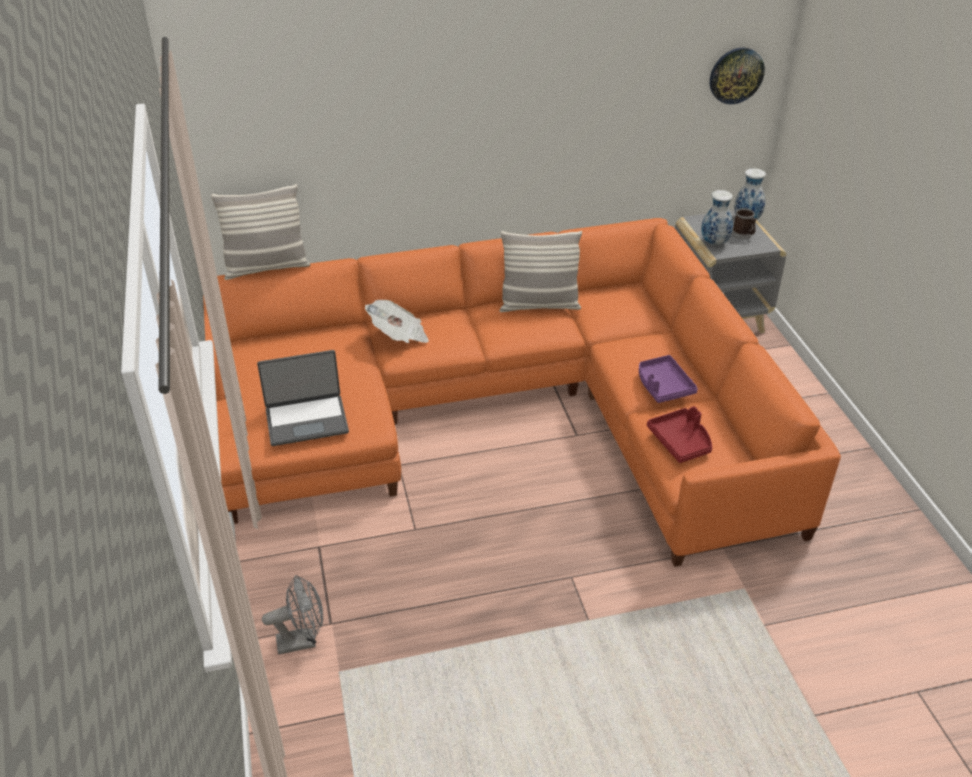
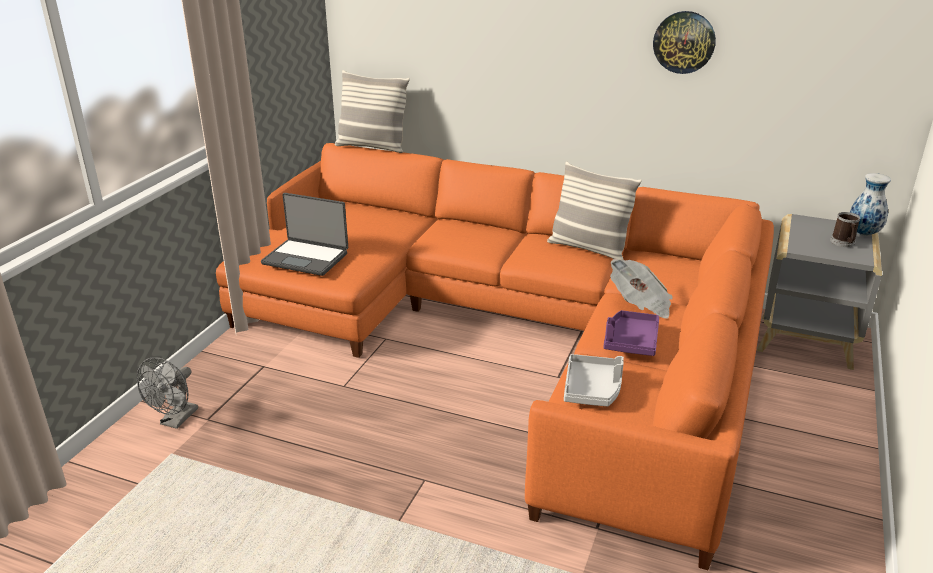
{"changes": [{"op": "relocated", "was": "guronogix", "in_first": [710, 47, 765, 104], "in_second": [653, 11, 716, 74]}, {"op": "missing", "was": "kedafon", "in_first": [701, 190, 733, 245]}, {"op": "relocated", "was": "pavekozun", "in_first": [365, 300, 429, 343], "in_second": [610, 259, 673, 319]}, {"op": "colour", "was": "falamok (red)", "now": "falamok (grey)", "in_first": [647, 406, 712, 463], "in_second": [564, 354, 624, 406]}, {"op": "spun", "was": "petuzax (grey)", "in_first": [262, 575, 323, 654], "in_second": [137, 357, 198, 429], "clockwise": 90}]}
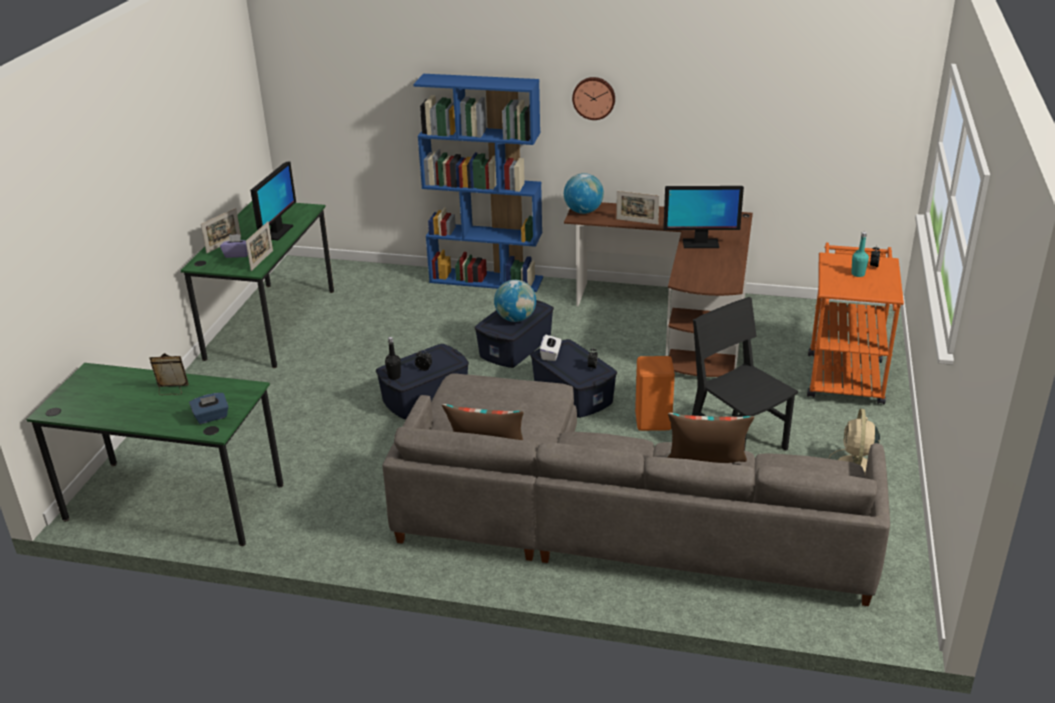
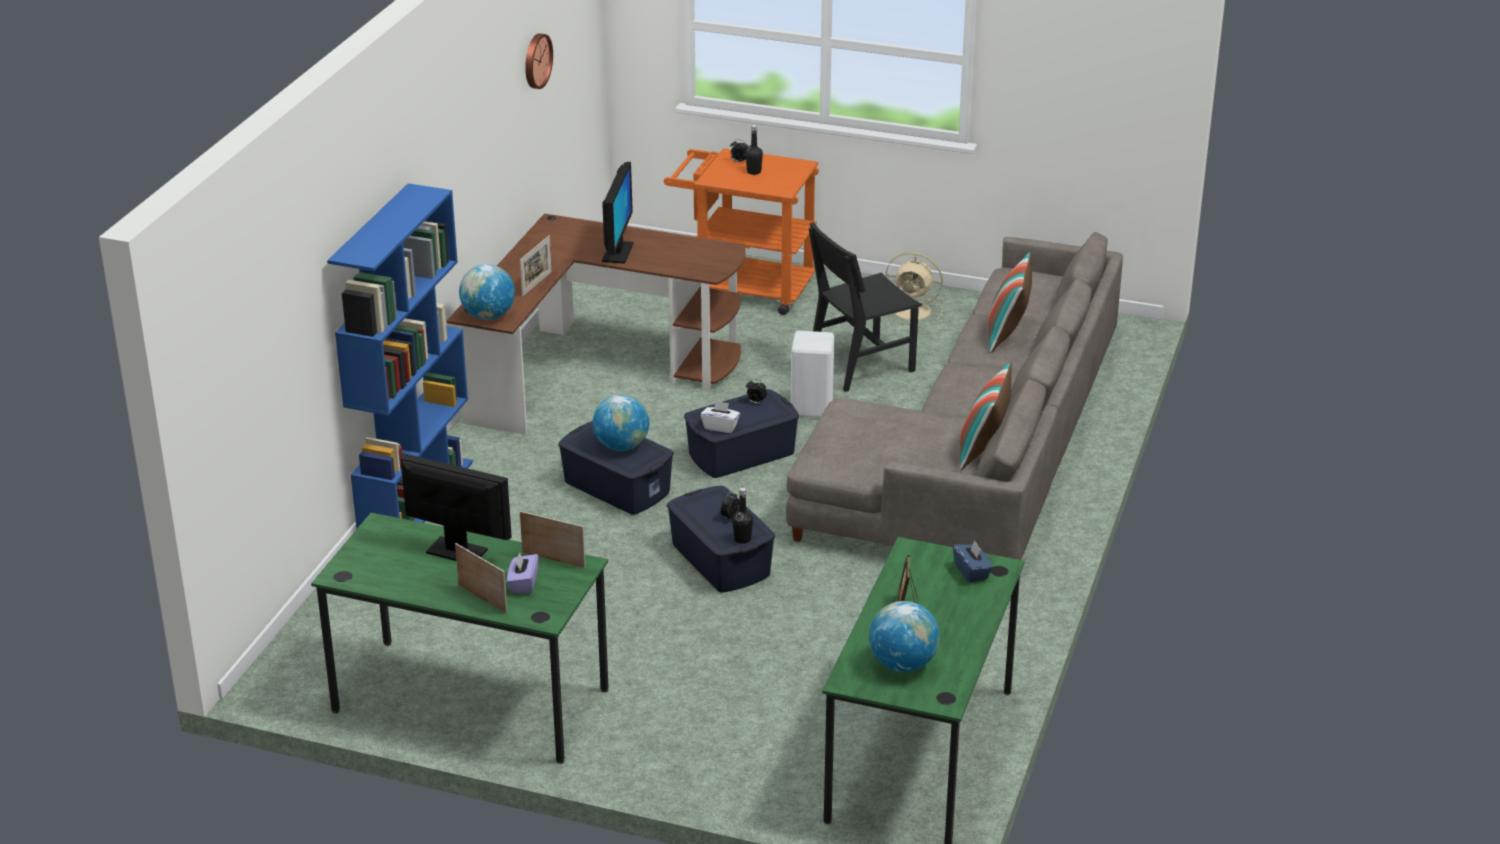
{"changes": [{"op": "relocated", "was": "guronogix", "in_first": [572, 77, 615, 120], "in_second": [525, 33, 553, 89]}, {"op": "colour", "was": "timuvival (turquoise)", "now": "timuvival (black)", "in_first": [851, 232, 869, 277], "in_second": [745, 125, 763, 175]}, {"op": "colour", "was": "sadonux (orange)", "now": "sadonux (white)", "in_first": [635, 356, 675, 431], "in_second": [791, 331, 834, 418]}, {"op": "appeared", "now": "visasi", "in_second": [869, 601, 940, 672]}]}
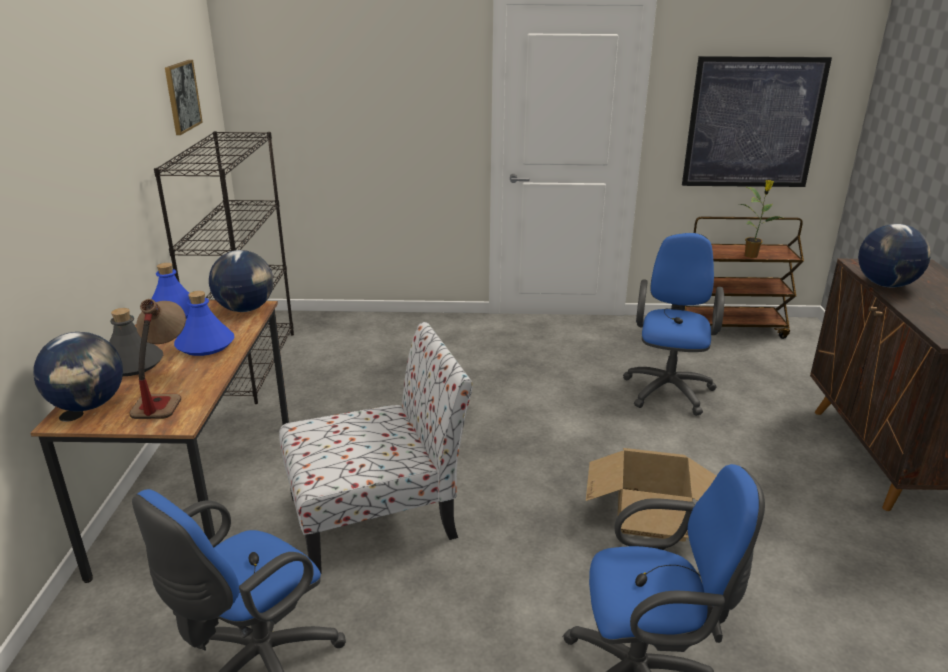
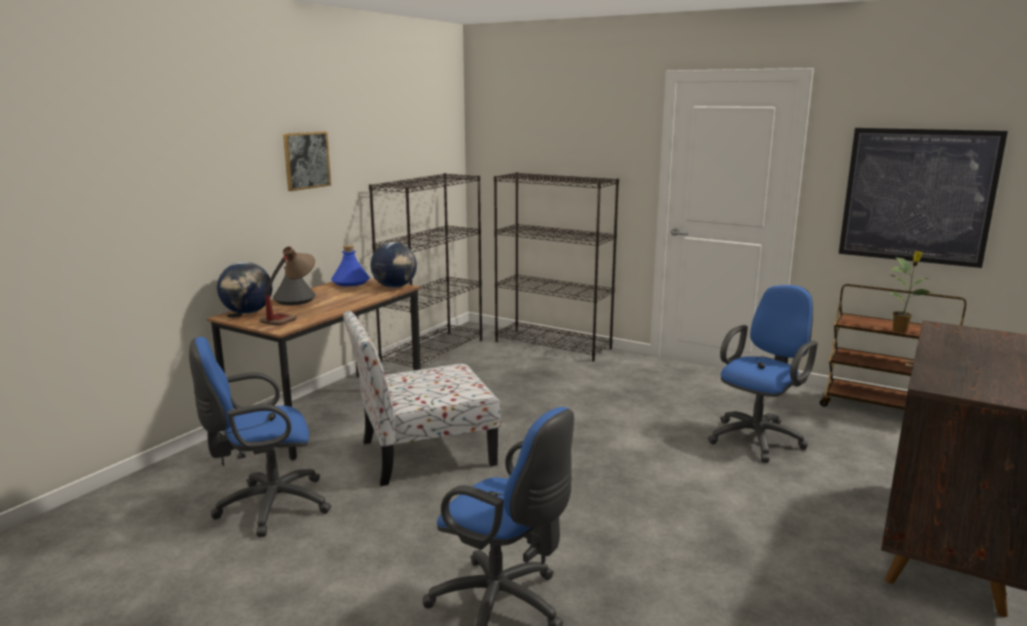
{"changes": [{"op": "relocated", "was": "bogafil", "in_first": [165, 60, 203, 135], "in_second": [283, 131, 331, 191]}, {"op": "missing", "was": "visasi", "in_first": [858, 224, 931, 288]}, {"op": "missing", "was": "timuvival (blue)", "in_first": [174, 291, 234, 356]}, {"op": "spun", "was": "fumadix", "in_first": [279, 322, 473, 574], "in_second": [343, 311, 501, 486], "clockwise": 150}, {"op": "missing", "was": "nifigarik", "in_first": [586, 448, 716, 542]}, {"op": "appeared", "now": "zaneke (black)", "in_second": [494, 172, 619, 362]}]}
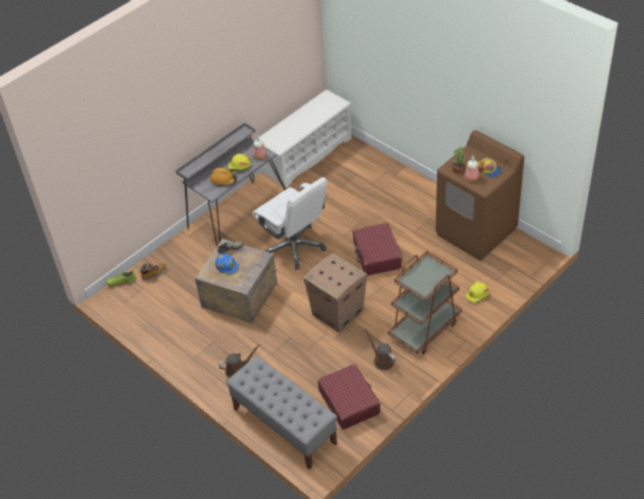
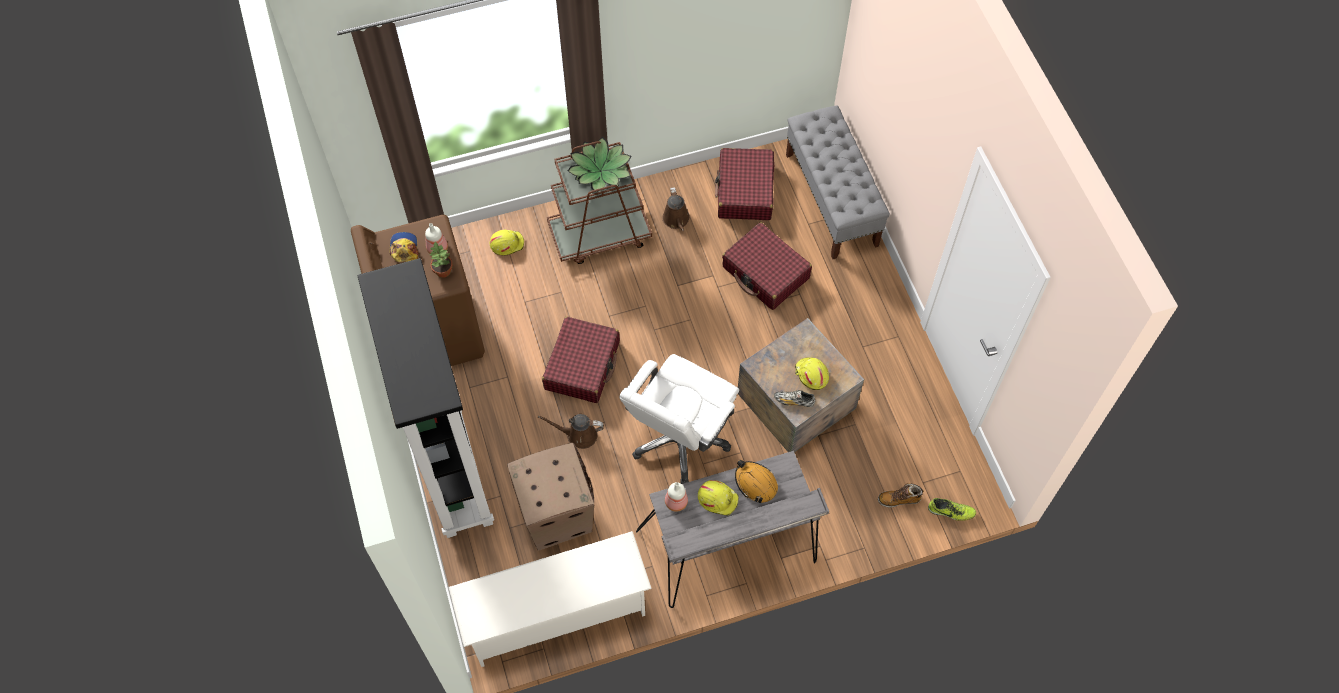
{"changes": [{"op": "spun", "was": "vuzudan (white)", "in_first": [253, 177, 327, 270], "in_second": [619, 354, 739, 484], "clockwise": -135}, {"op": "relocated", "was": "nifigarik", "in_first": [303, 253, 367, 333], "in_second": [507, 443, 594, 551]}, {"op": "colour", "was": "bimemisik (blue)", "now": "bimemisik (yellow)", "in_first": [215, 254, 240, 275], "in_second": [795, 357, 829, 390]}, {"op": "relocated", "was": "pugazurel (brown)", "in_first": [219, 344, 260, 378], "in_second": [538, 414, 604, 449]}, {"op": "appeared", "now": "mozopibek", "in_second": [567, 137, 631, 192]}, {"op": "appeared", "now": "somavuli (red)", "in_second": [722, 222, 812, 310]}, {"op": "appeared", "now": "zaneke (black)", "in_second": [357, 258, 494, 538]}]}
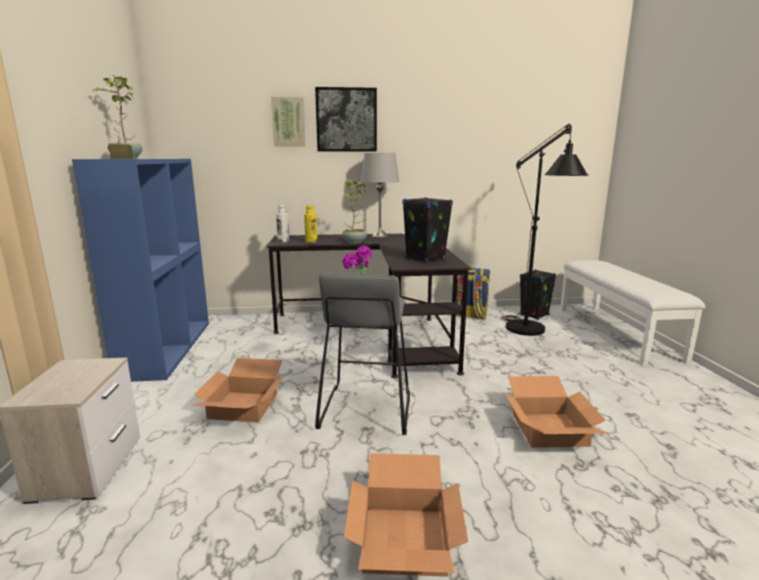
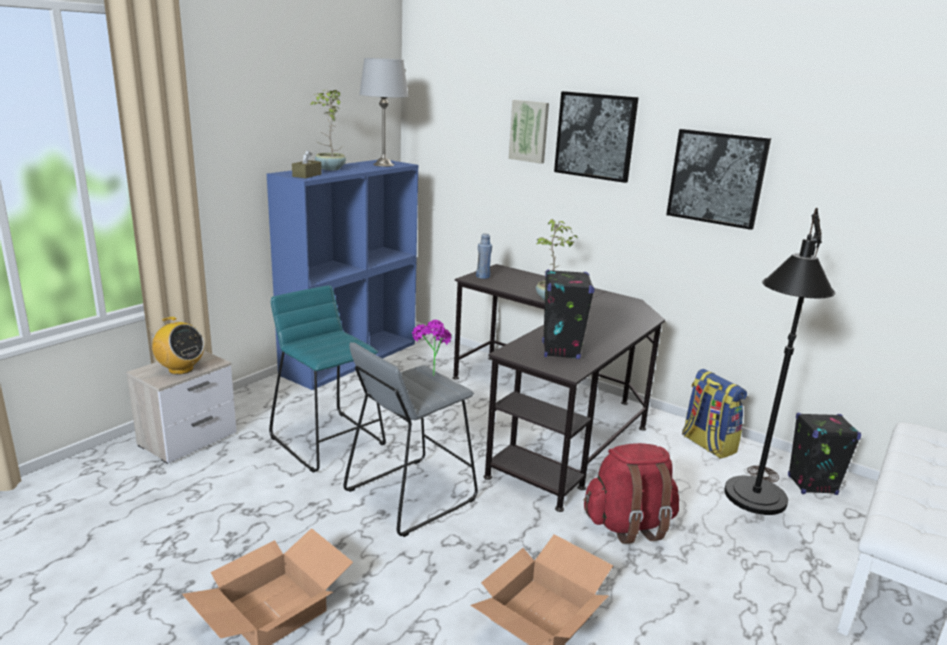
{"changes": [{"op": "relocated", "was": "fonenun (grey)", "in_first": [360, 153, 400, 238], "in_second": [359, 58, 408, 167]}, {"op": "colour", "was": "timuvival (white)", "now": "timuvival (blue)", "in_first": [276, 204, 290, 242], "in_second": [476, 233, 492, 279]}, {"op": "missing", "was": "timuvival (yellow)", "in_first": [304, 205, 317, 243]}, {"op": "exchanged", "was": "nifigarik", "now": "sadonux (turquoise)", "in_first": [193, 358, 285, 422], "in_second": [269, 285, 386, 473]}, {"op": "appeared", "now": "bogafil", "in_second": [666, 129, 771, 230]}, {"op": "appeared", "now": "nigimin", "in_second": [148, 317, 204, 375]}, {"op": "appeared", "now": "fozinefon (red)", "in_second": [584, 443, 679, 544]}]}
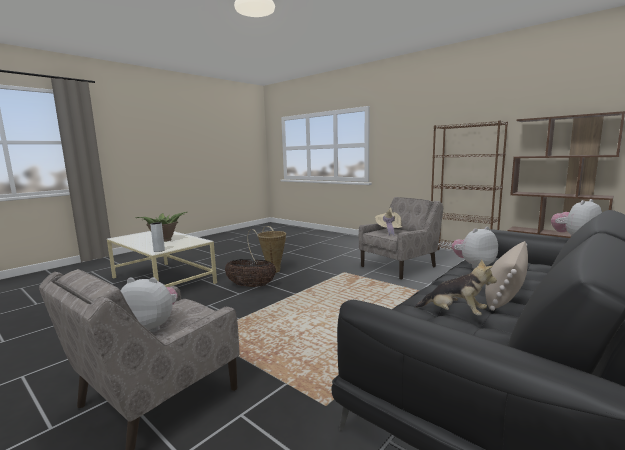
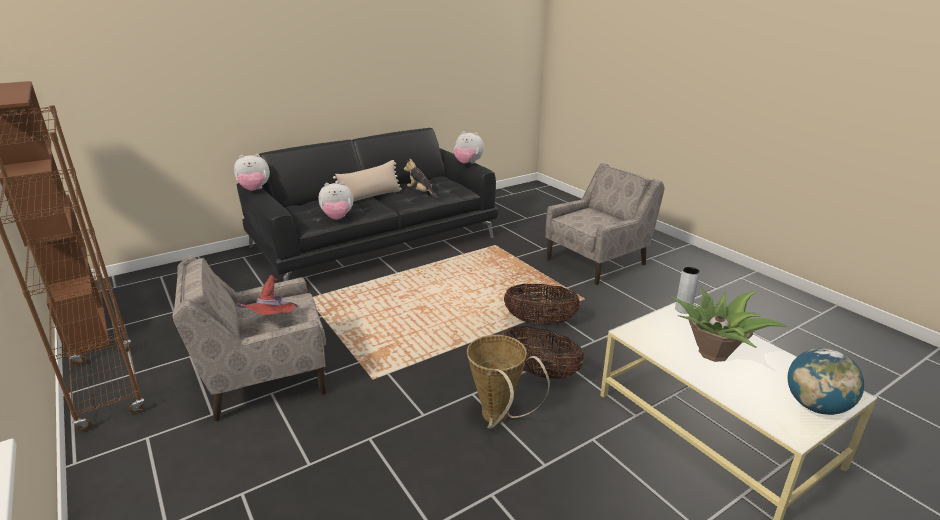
{"changes": [{"op": "colour", "was": "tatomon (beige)", "now": "tatomon (red)", "in_first": [375, 208, 402, 236], "in_second": [235, 275, 298, 315]}, {"op": "relocated", "was": "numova", "in_first": [121, 278, 177, 332], "in_second": [454, 131, 484, 164]}, {"op": "appeared", "now": "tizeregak", "in_second": [504, 284, 580, 325]}, {"op": "appeared", "now": "visasi", "in_second": [788, 348, 864, 415]}]}
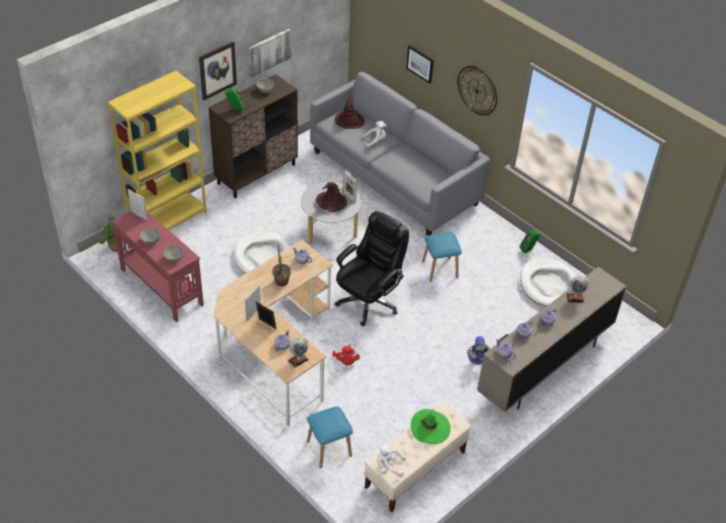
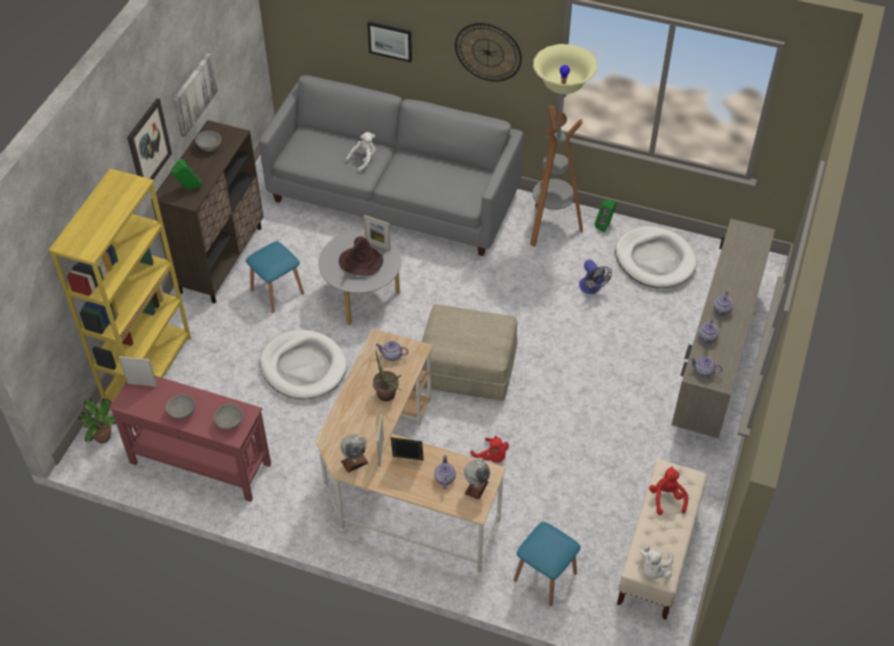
{"changes": [{"op": "missing", "was": "tatomon (brown)", "in_first": [335, 94, 365, 129]}, {"op": "exchanged", "was": "vuzudan (black)", "now": "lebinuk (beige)", "in_first": [335, 211, 409, 327], "in_second": [422, 304, 518, 401]}, {"op": "relocated", "was": "sadonux (blue)", "in_first": [422, 233, 462, 282], "in_second": [246, 241, 304, 312]}, {"op": "relocated", "was": "visasi", "in_first": [566, 276, 589, 302], "in_second": [340, 434, 368, 473]}, {"op": "relocated", "was": "petuzax", "in_first": [467, 336, 491, 365], "in_second": [579, 259, 612, 294]}, {"op": "exchanged", "was": "tatomon (green)", "now": "numova (red)", "in_first": [411, 409, 451, 444], "in_second": [649, 466, 688, 515]}, {"op": "spun", "was": "numova (white)", "in_first": [377, 444, 406, 477], "in_second": [640, 545, 673, 579], "clockwise": -45}, {"op": "appeared", "now": "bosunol", "in_second": [530, 44, 597, 247]}]}
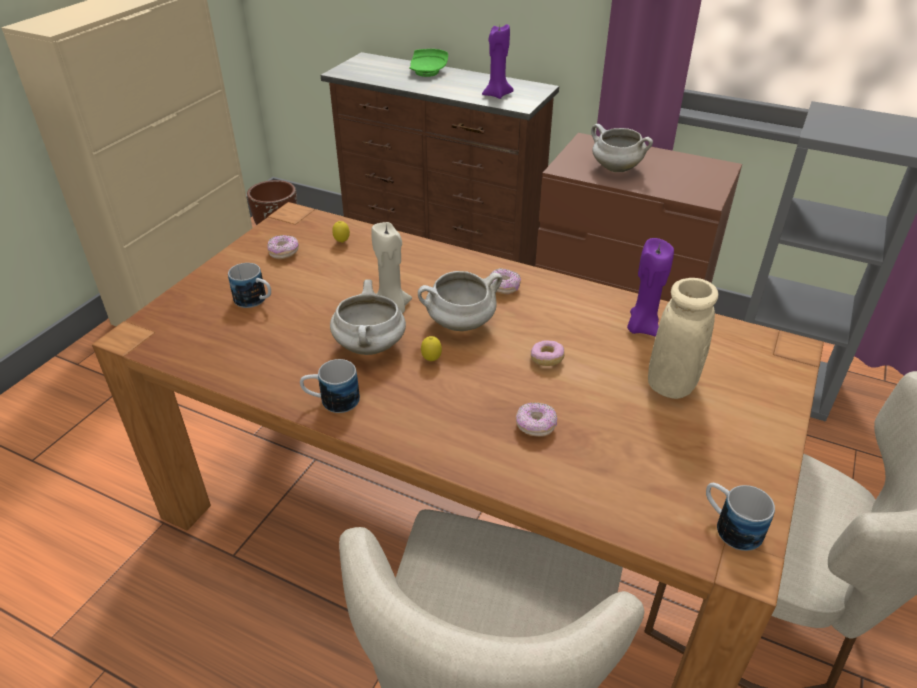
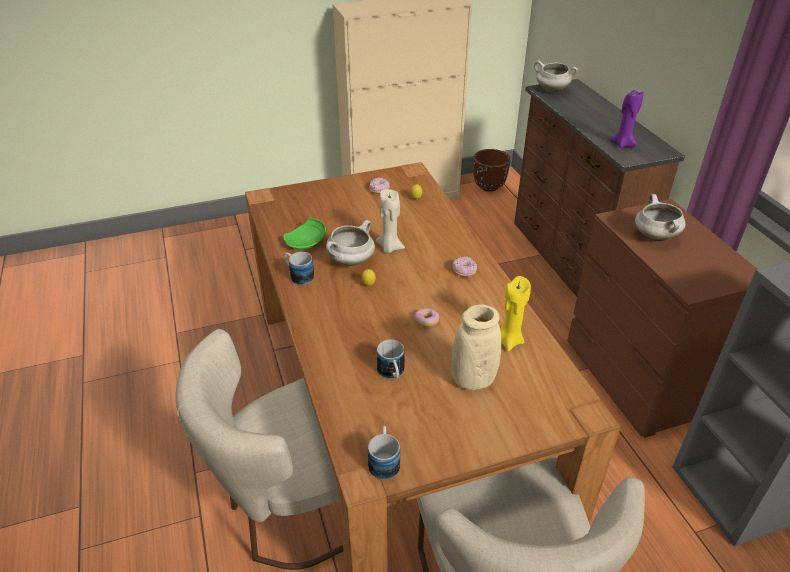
{"changes": [{"op": "relocated", "was": "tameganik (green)", "in_first": [410, 49, 448, 77], "in_second": [283, 218, 326, 250]}, {"op": "colour", "was": "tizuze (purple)", "now": "tizuze (yellow)", "in_first": [627, 238, 674, 337], "in_second": [500, 276, 531, 351]}, {"op": "relocated", "was": "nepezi", "in_first": [228, 263, 271, 308], "in_second": [377, 340, 405, 379]}, {"op": "relocated", "was": "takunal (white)", "in_first": [418, 271, 502, 331], "in_second": [534, 60, 578, 92]}, {"op": "missing", "was": "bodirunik", "in_first": [516, 402, 557, 437]}]}
